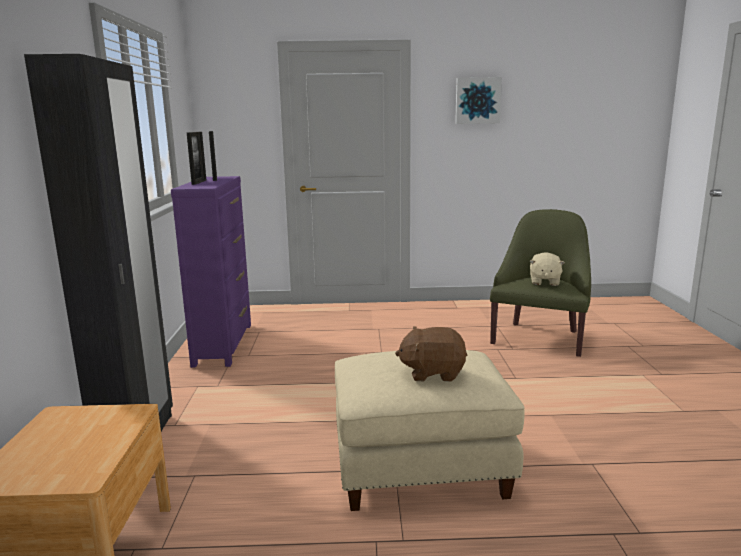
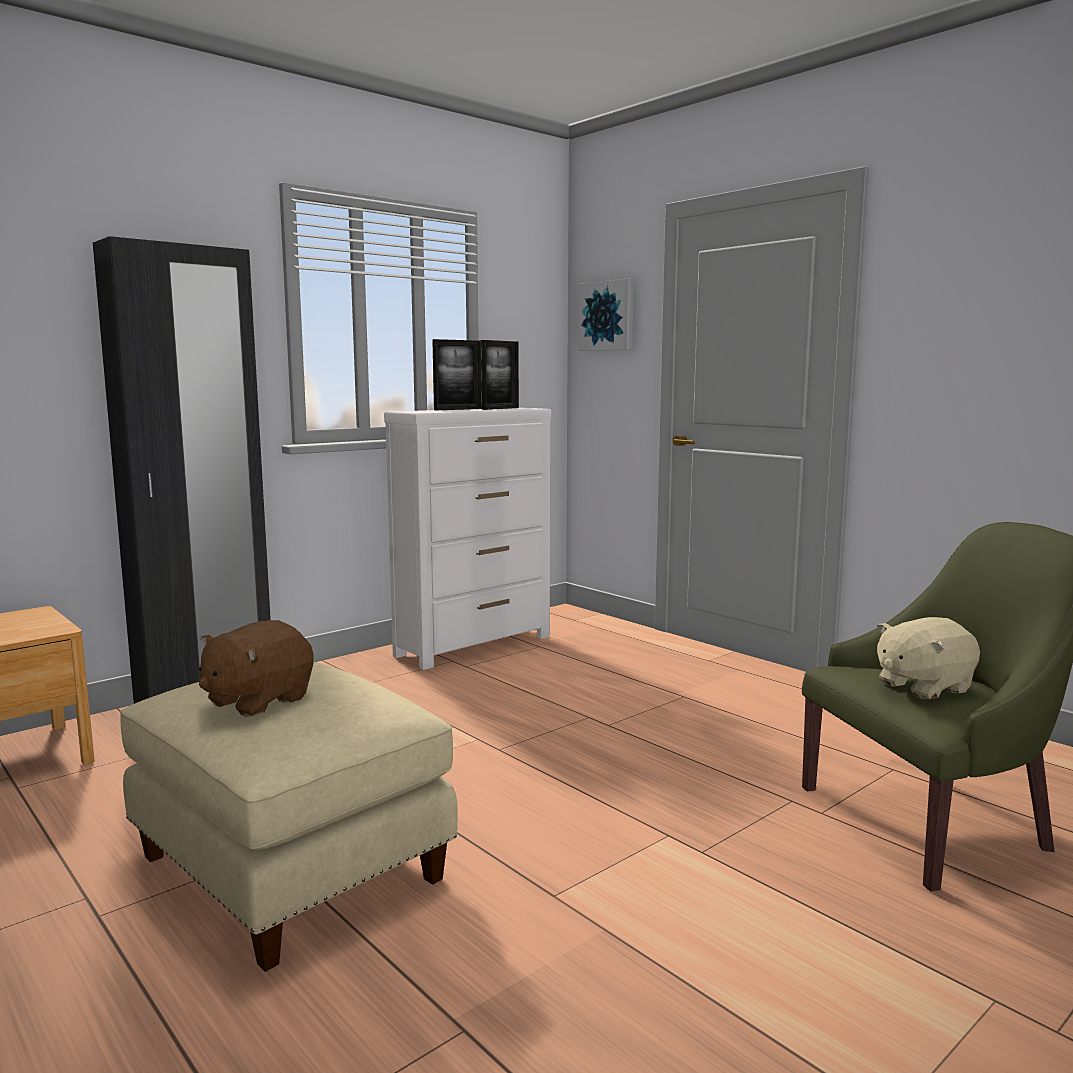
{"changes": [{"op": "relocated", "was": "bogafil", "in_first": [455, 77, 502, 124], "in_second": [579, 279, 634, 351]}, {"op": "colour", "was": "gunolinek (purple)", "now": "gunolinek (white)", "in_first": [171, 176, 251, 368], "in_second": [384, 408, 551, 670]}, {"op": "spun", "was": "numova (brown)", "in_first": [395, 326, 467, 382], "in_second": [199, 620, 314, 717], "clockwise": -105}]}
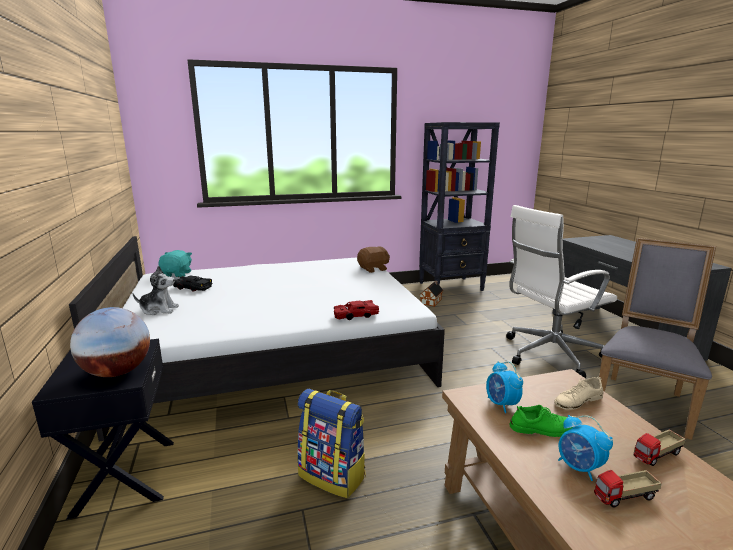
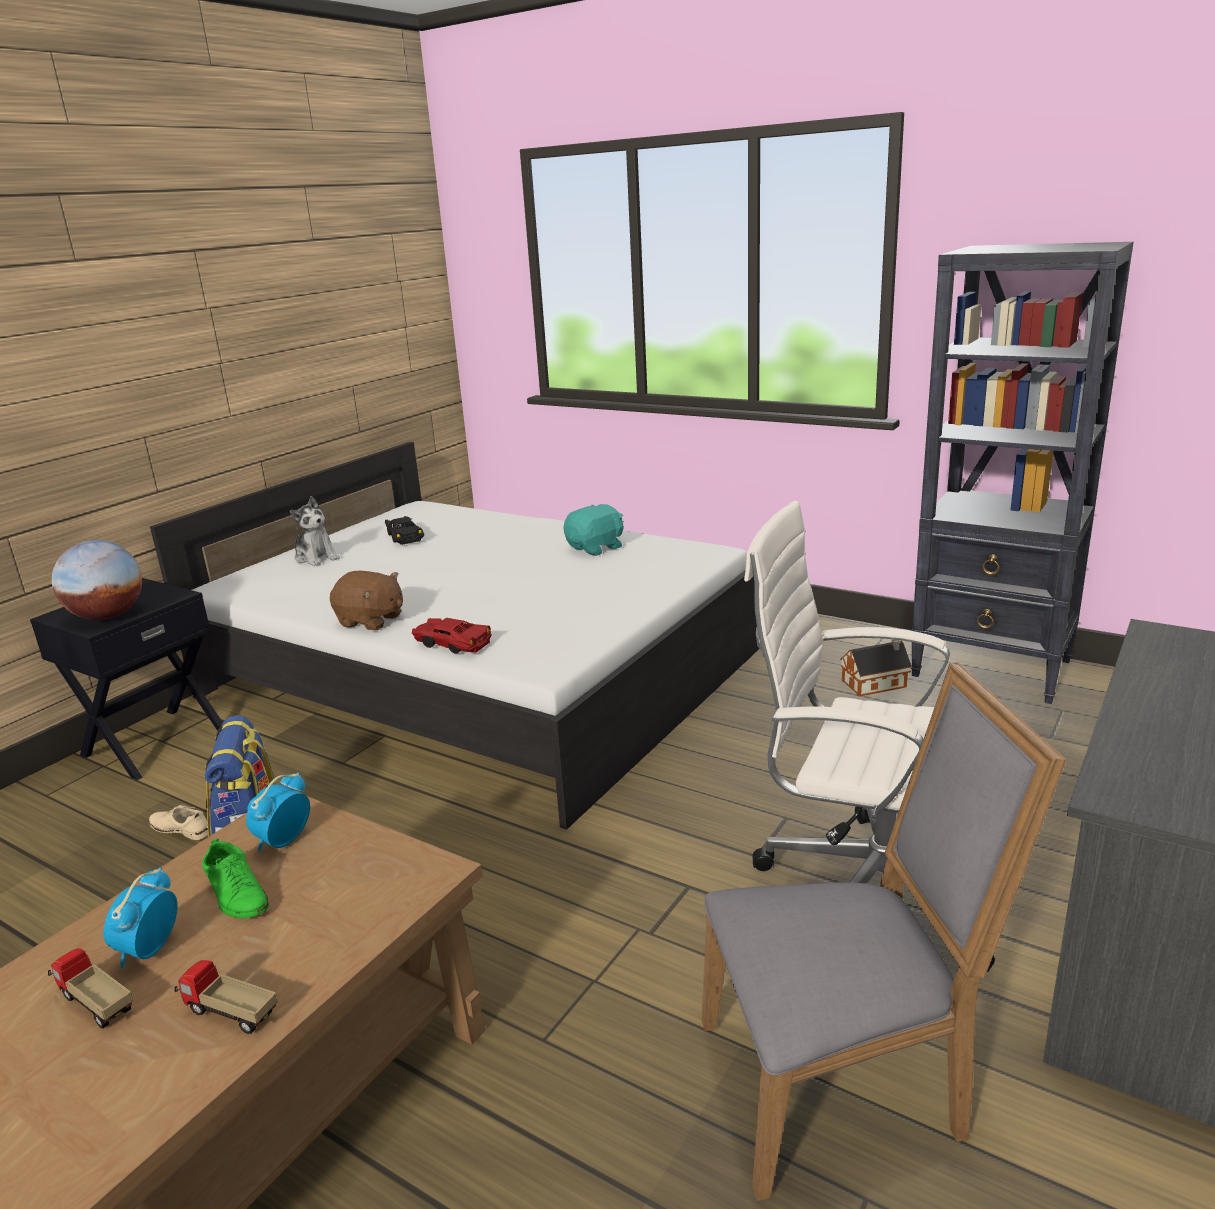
{"changes": [{"op": "relocated", "was": "numova (brown)", "in_first": [357, 246, 390, 273], "in_second": [330, 571, 403, 630]}, {"op": "relocated", "was": "numova (turquoise)", "in_first": [159, 250, 192, 277], "in_second": [563, 504, 624, 556]}, {"op": "relocated", "was": "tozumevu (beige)", "in_first": [554, 376, 603, 410], "in_second": [149, 805, 208, 840]}]}
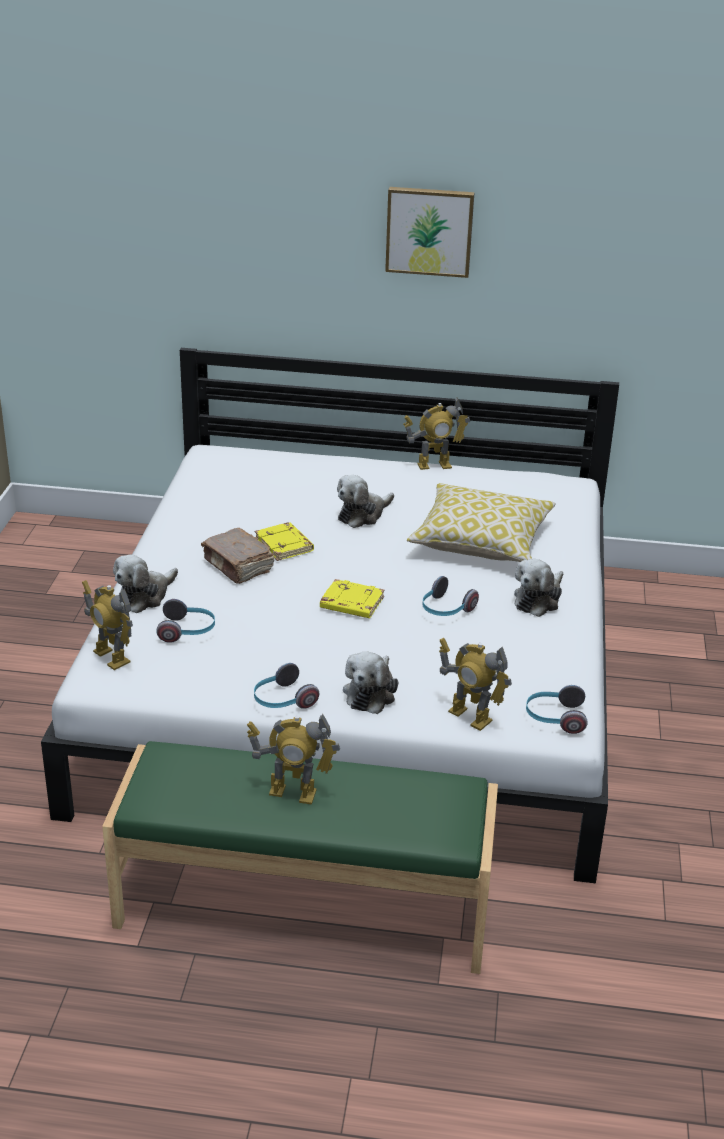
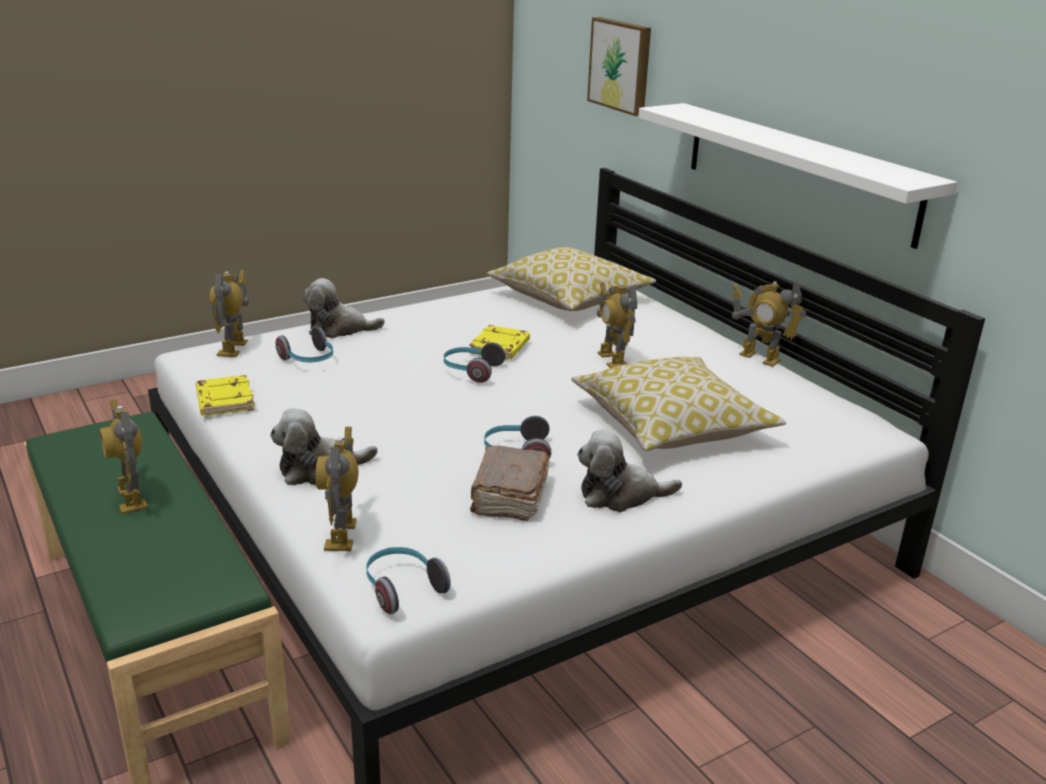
{"changes": [{"op": "relocated", "was": "bogafil", "in_first": [385, 187, 474, 278], "in_second": [587, 17, 651, 116]}, {"op": "exchanged", "was": "numova", "now": "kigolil", "in_first": [337, 475, 394, 528], "in_second": [597, 282, 637, 368]}, {"op": "relocated", "was": "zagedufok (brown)", "in_first": [201, 528, 274, 584], "in_second": [470, 445, 550, 521]}, {"op": "relocated", "was": "zagedufok (yellow)", "in_first": [320, 579, 384, 618], "in_second": [196, 375, 254, 416]}, {"op": "relocated", "was": "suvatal", "in_first": [254, 663, 319, 709], "in_second": [444, 342, 506, 383]}, {"op": "appeared", "now": "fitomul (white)", "in_second": [638, 103, 957, 249]}, {"op": "appeared", "now": "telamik", "in_second": [486, 247, 656, 311]}]}
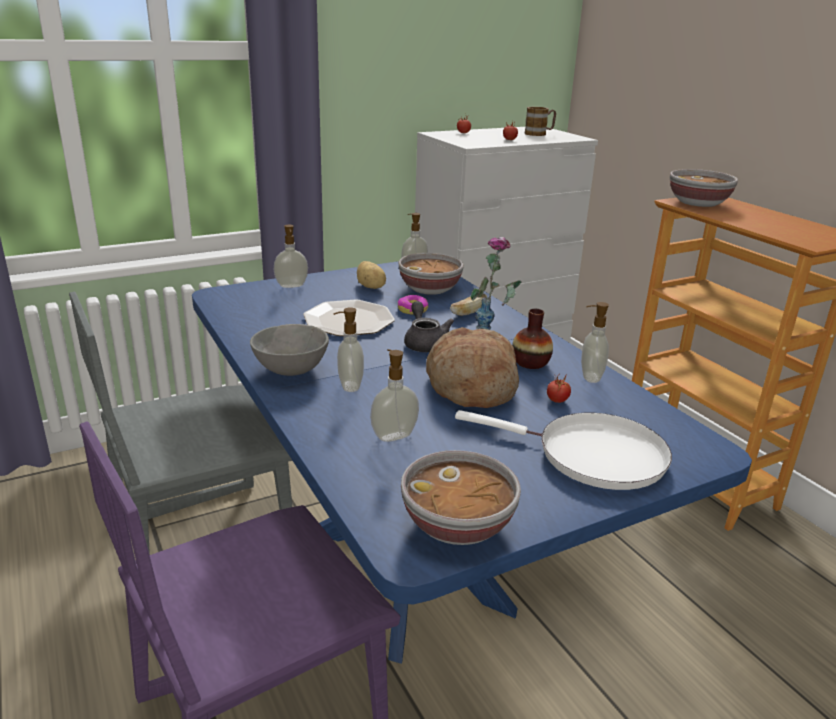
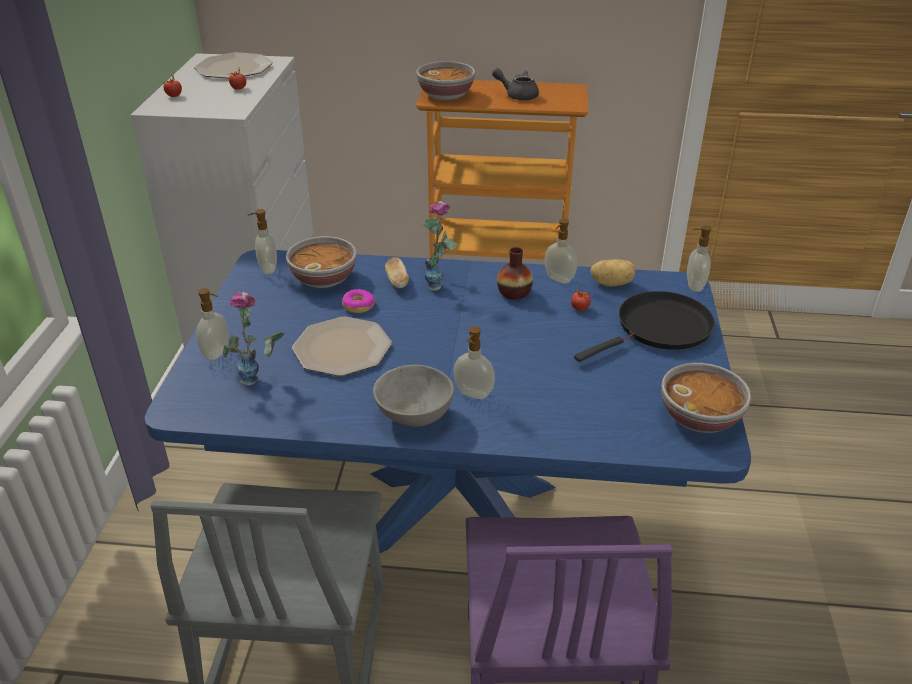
{"changes": [{"op": "exchanged", "was": "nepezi", "now": "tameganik", "in_first": [525, 107, 556, 136], "in_second": [194, 52, 273, 79]}, {"op": "relocated", "was": "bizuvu", "in_first": [357, 261, 386, 289], "in_second": [590, 259, 635, 287]}, {"op": "relocated", "was": "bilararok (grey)", "in_first": [404, 301, 454, 352], "in_second": [492, 68, 539, 101]}, {"op": "missing", "was": "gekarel", "in_first": [426, 327, 519, 408]}, {"op": "relocated", "was": "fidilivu", "in_first": [370, 349, 419, 442], "in_second": [687, 225, 712, 292]}, {"op": "colour", "was": "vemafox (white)", "now": "vemafox (black)", "in_first": [455, 410, 672, 490], "in_second": [574, 291, 715, 362]}, {"op": "appeared", "now": "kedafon", "in_second": [223, 291, 285, 386]}]}
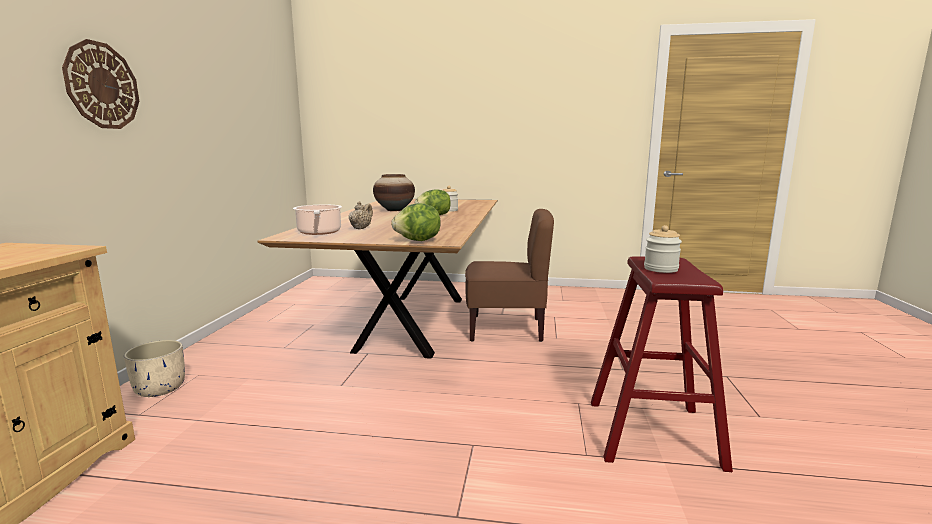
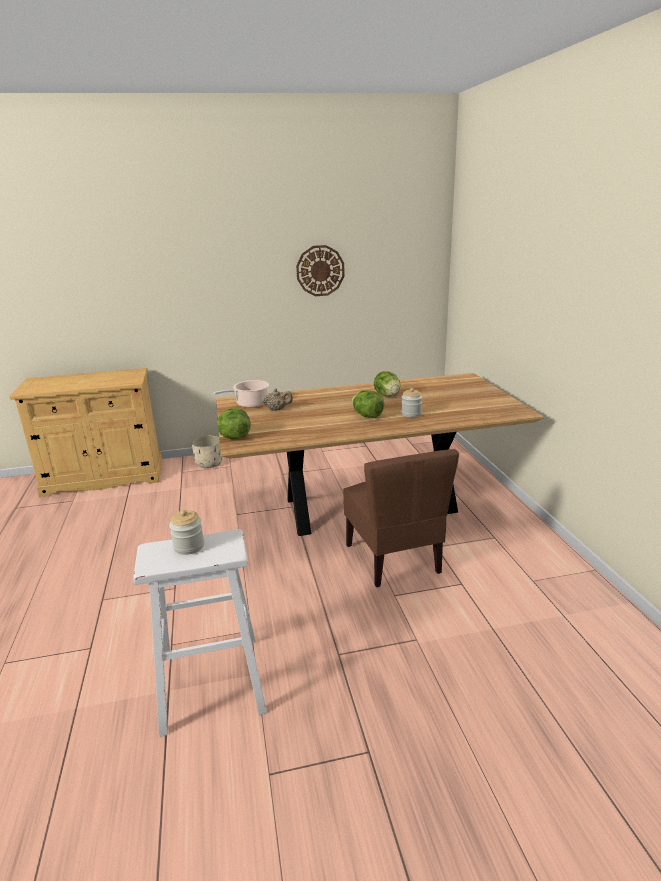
{"changes": [{"op": "relocated", "was": "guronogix", "in_first": [62, 39, 139, 129], "in_second": [296, 245, 345, 296]}, {"op": "exchanged", "was": "kedafon", "now": "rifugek", "in_first": [373, 174, 415, 211], "in_second": [374, 371, 401, 397]}, {"op": "colour", "was": "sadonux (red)", "now": "sadonux (white)", "in_first": [591, 256, 733, 472], "in_second": [133, 529, 267, 737]}]}
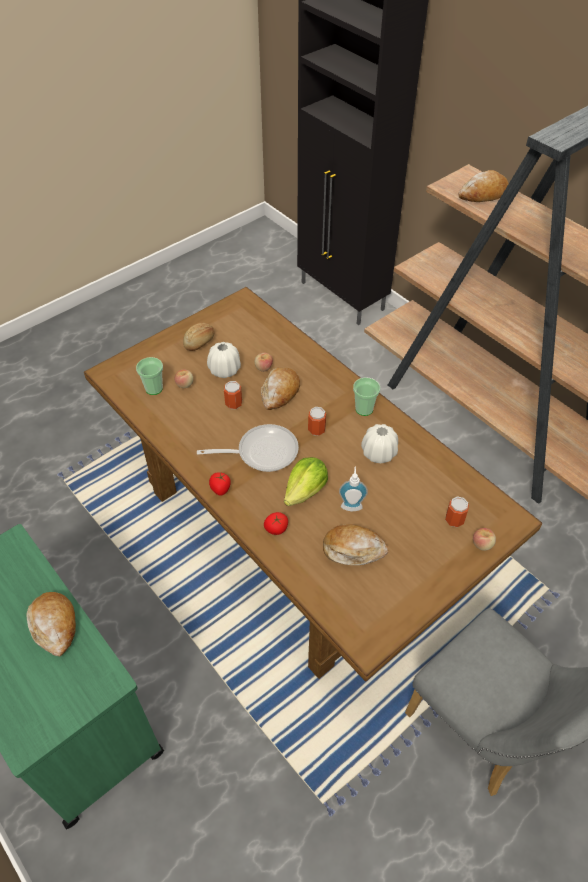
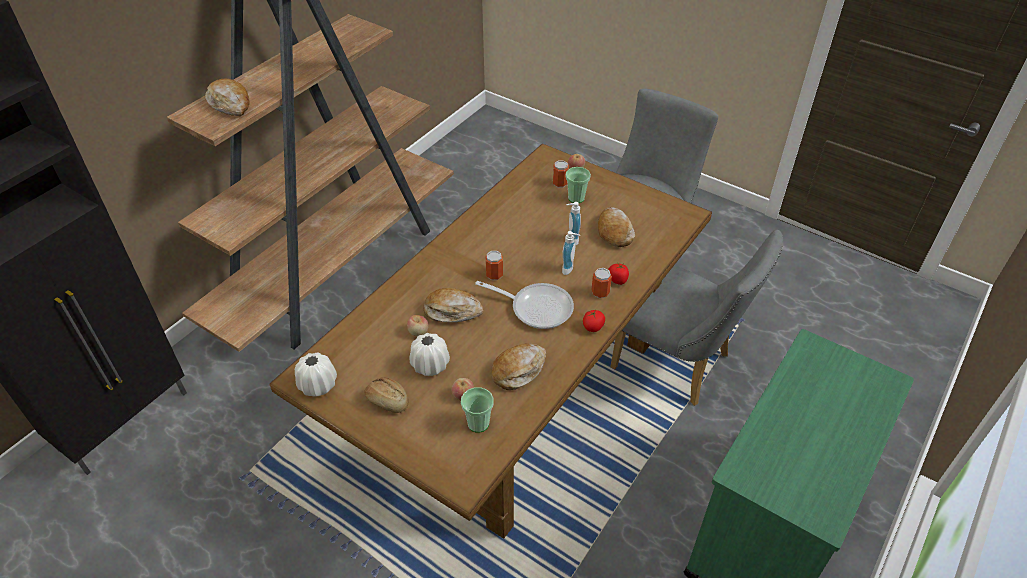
{"changes": [{"op": "relocated", "was": "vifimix", "in_first": [353, 377, 380, 416], "in_second": [565, 167, 591, 203]}, {"op": "relocated", "was": "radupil", "in_first": [224, 381, 242, 409], "in_second": [591, 268, 612, 298]}, {"op": "spun", "was": "vemafox", "in_first": [197, 424, 299, 472], "in_second": [475, 281, 574, 329], "clockwise": 135}, {"op": "relocated", "was": "kedafon (white)", "in_first": [361, 424, 398, 463], "in_second": [295, 352, 337, 397]}, {"op": "exchanged", "was": "rifugek", "now": "fidilivu", "in_first": [284, 457, 328, 506], "in_second": [562, 231, 580, 275]}, {"op": "relocated", "was": "gekarel", "in_first": [26, 592, 76, 656], "in_second": [492, 344, 546, 390]}, {"op": "appeared", "now": "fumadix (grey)", "in_second": [610, 230, 783, 406]}]}
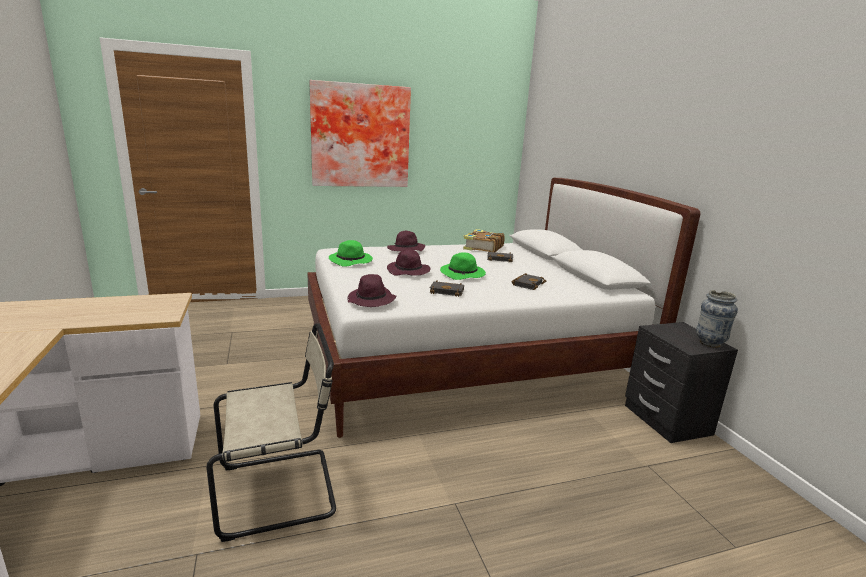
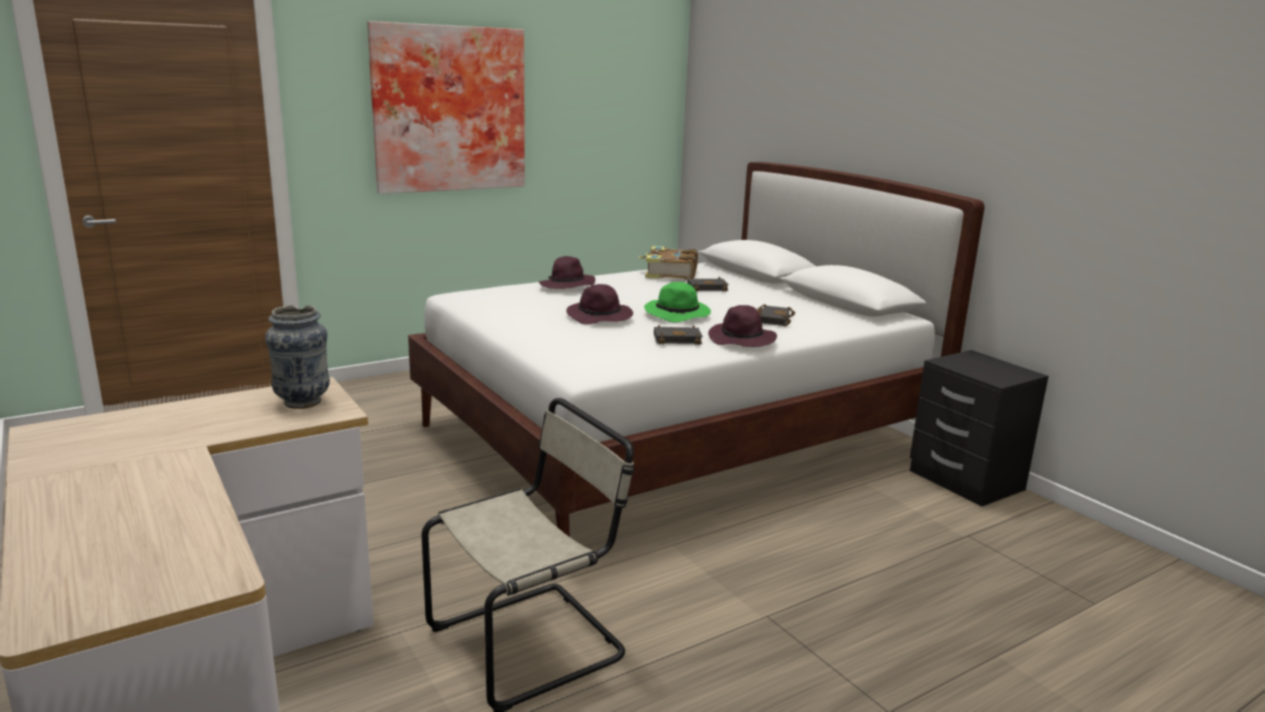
{"changes": [{"op": "missing", "was": "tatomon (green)", "in_first": [329, 240, 373, 267]}, {"op": "relocated", "was": "tatomon (purple)", "in_first": [347, 274, 397, 307], "in_second": [708, 305, 777, 347]}, {"op": "relocated", "was": "kedafon", "in_first": [696, 290, 738, 348], "in_second": [265, 305, 330, 409]}]}
